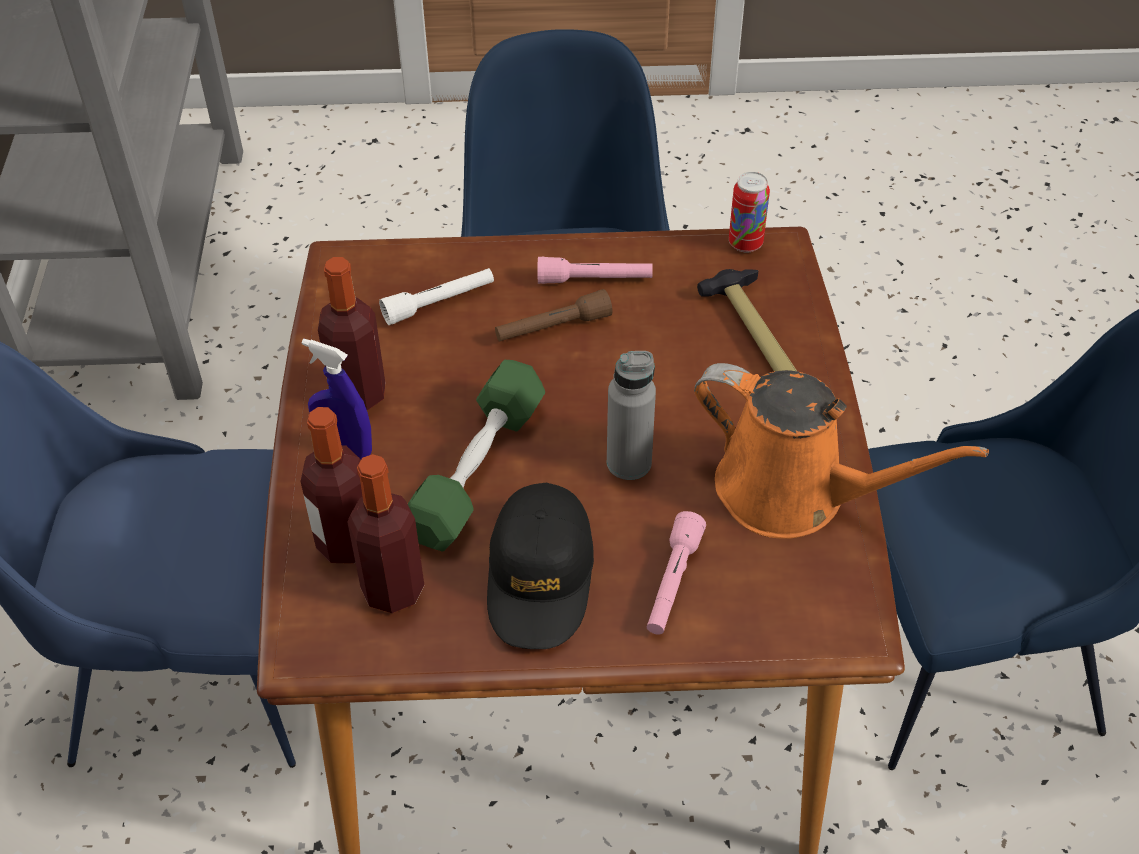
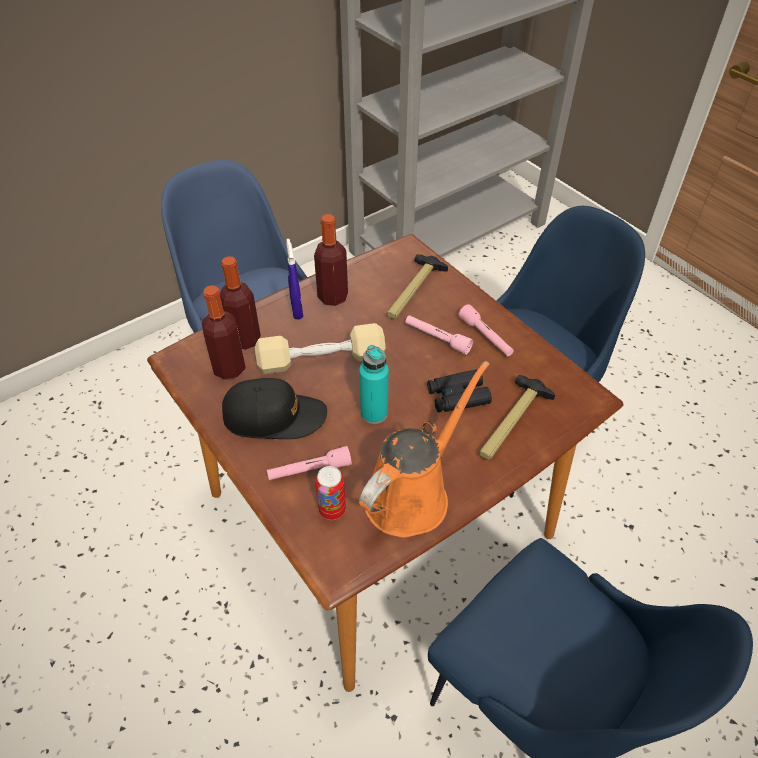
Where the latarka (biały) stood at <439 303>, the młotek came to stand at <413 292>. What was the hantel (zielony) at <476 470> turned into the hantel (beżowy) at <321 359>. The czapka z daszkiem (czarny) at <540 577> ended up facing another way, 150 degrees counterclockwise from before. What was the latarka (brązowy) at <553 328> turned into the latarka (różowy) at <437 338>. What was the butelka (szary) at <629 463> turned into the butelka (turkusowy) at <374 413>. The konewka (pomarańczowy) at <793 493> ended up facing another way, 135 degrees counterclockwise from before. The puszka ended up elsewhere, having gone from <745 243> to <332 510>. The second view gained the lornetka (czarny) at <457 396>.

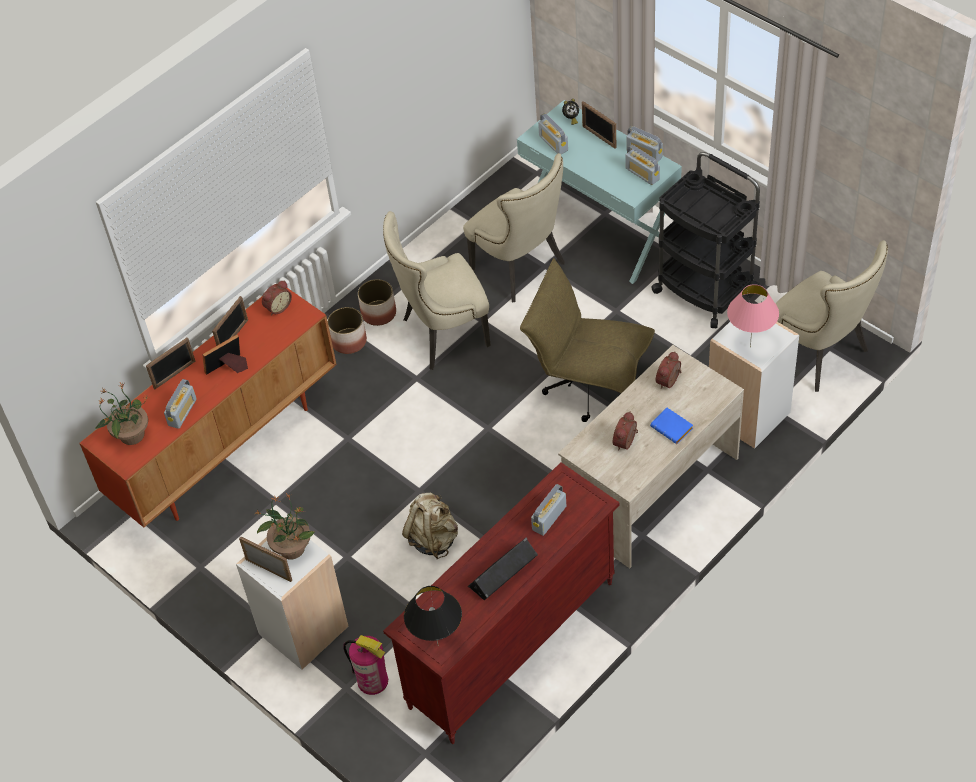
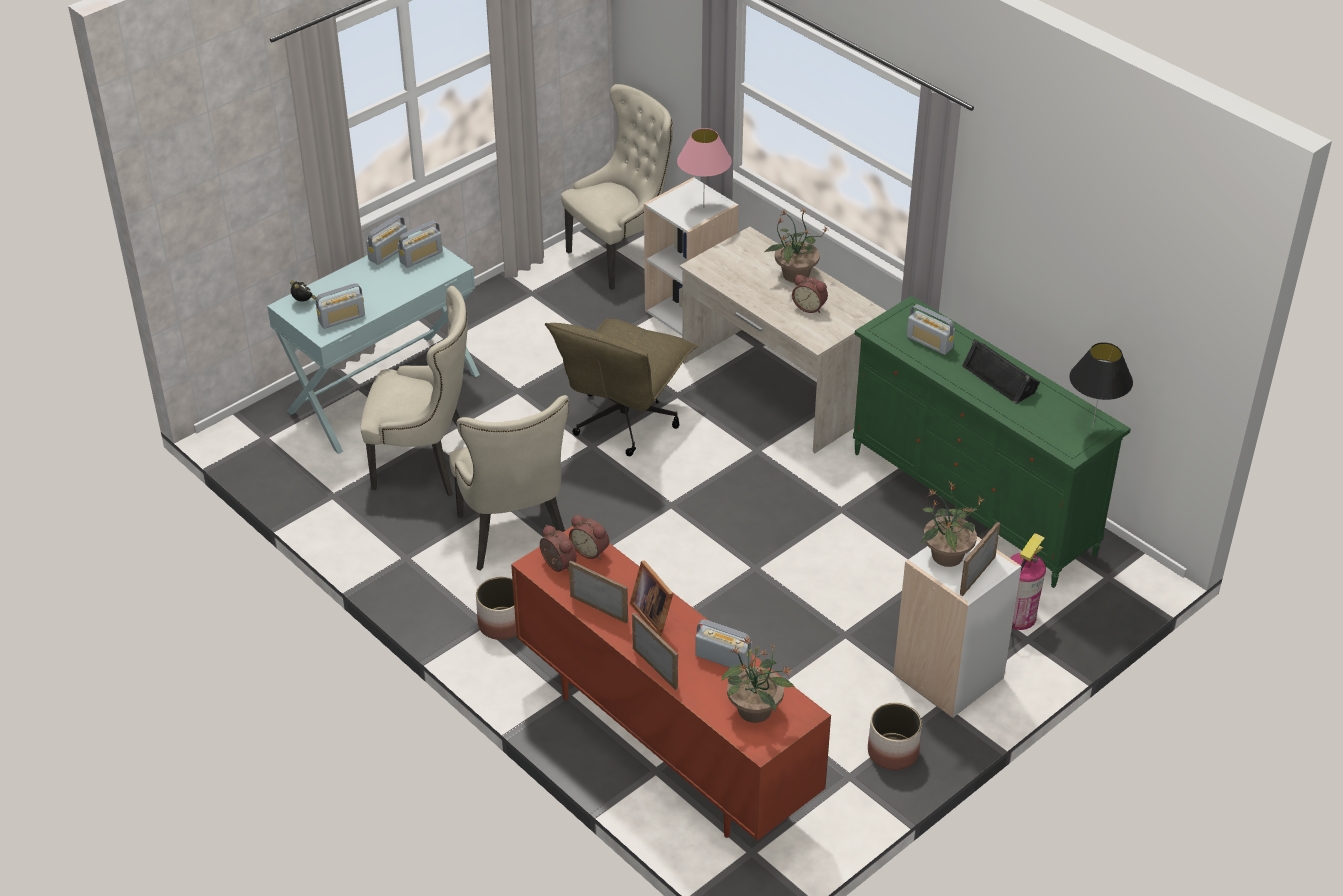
The donica ended up elsewhere, having gone from <378 313> to <892 752>. What was the komoda (czerwony) at <513 645> turned into the komoda (zielony) at <973 503>. The second view lost the plecak (beżowy) at <433 539>. The krzesło (beżowy) at <519 268> ended up facing another way, 45 degrees clockwise from before. The second view lost the ramka na zdjęcie at <599 137>. Where the książka (niebieski) stood at <673 428>, the roślina doniczkowa came to stand at <795 275>. The second view lost the wózek (czarny) at <704 290>. The budzik ended up elsewhere, having gone from <669 382> to <591 550>.

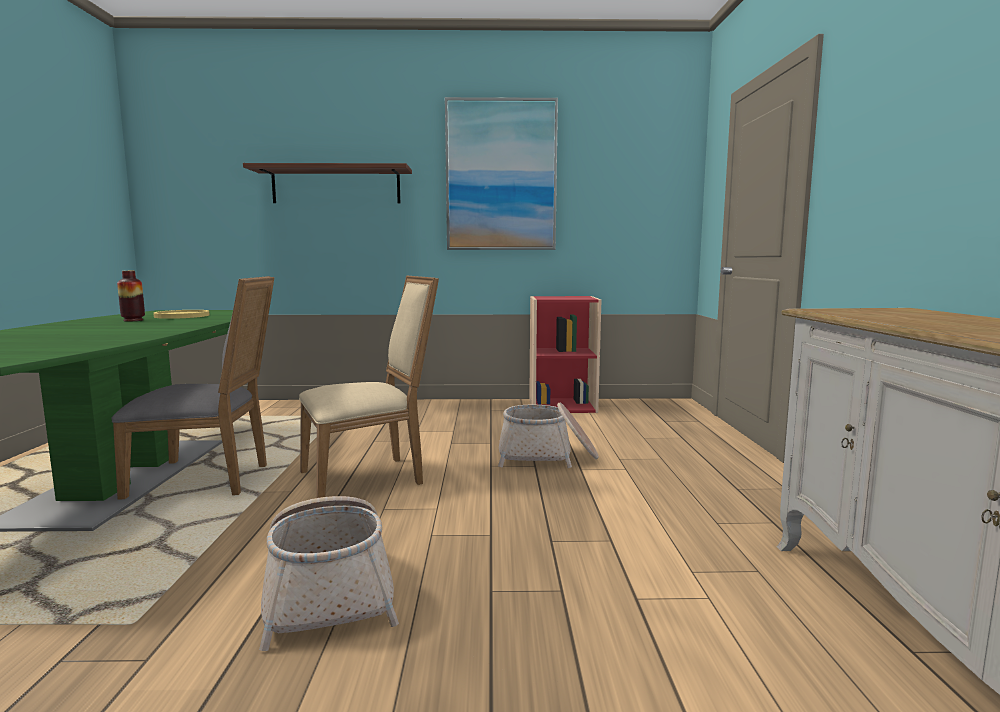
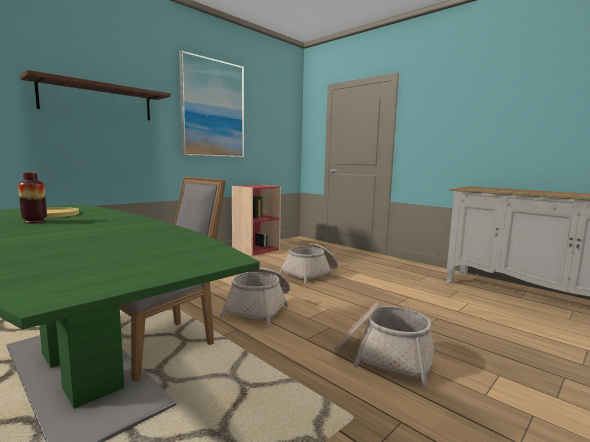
Where the krzesło (beżowy) stood at <368 477>, the koszyk came to stand at <259 308>.

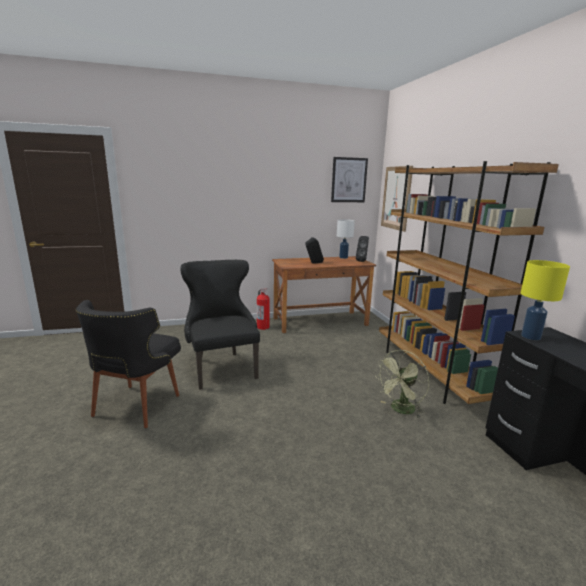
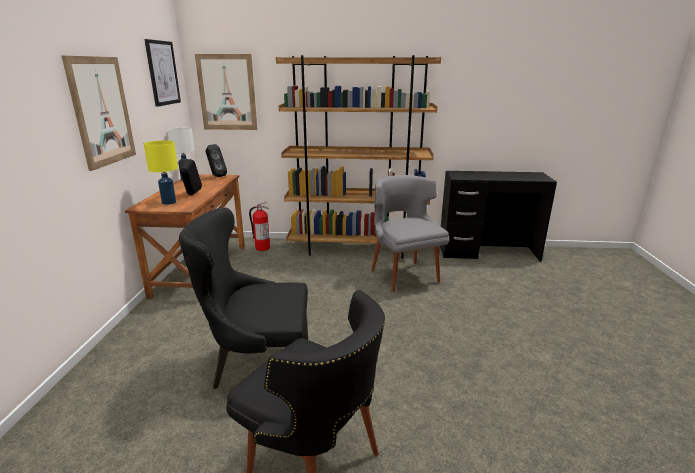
The gaśnica ended up elsewhere, having gone from <263 327> to <262 248>. Where the wentylator (zielony) stood at <400 410>, the krzesło (szary) came to stand at <404 277>. The lampa stołowa (żółty) ended up elsewhere, having gone from <530 336> to <168 202>. The second view gained the obraz at <102 111>.

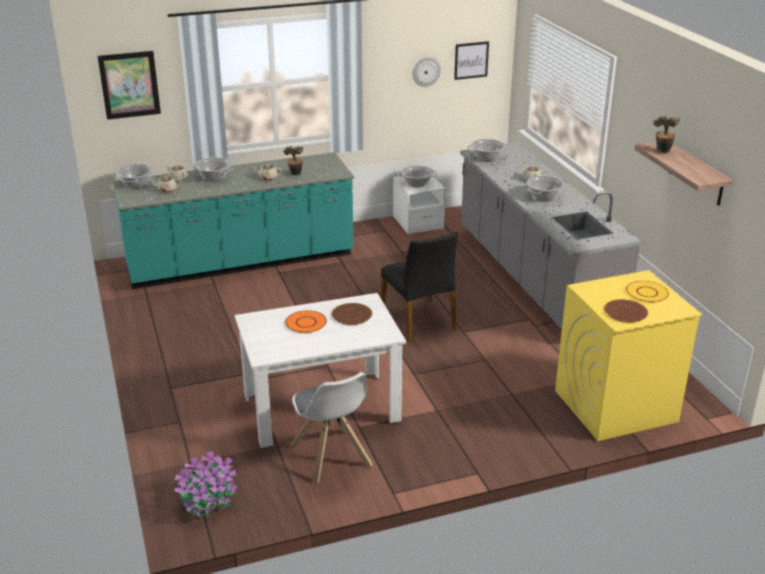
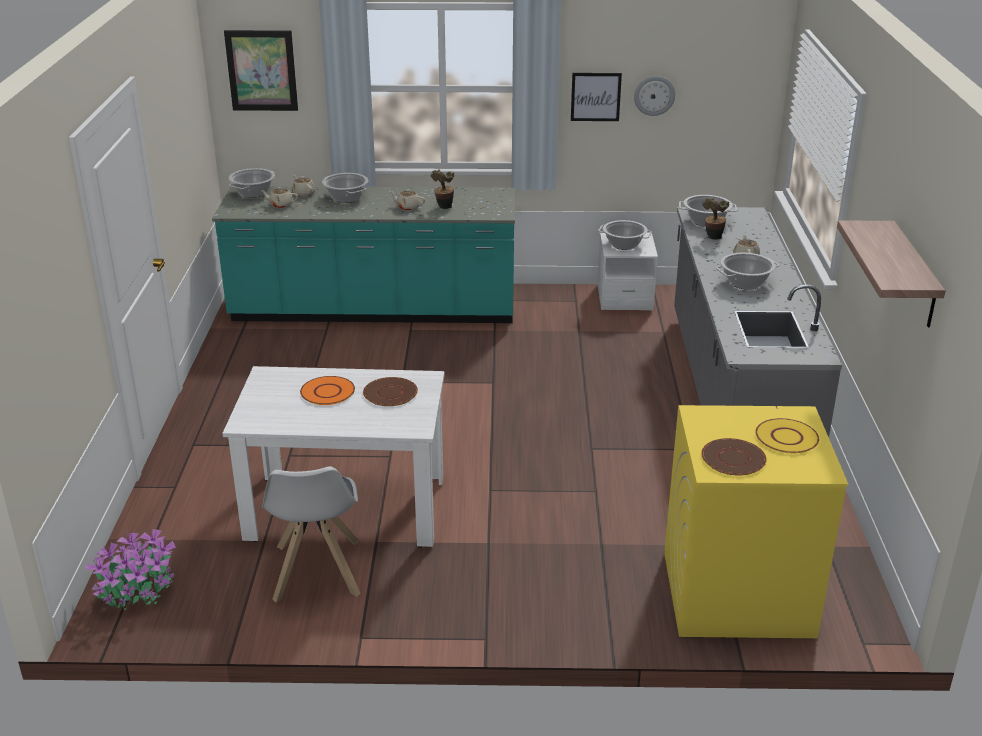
The second view lost the krzesło (czarny) at <419 320>. The obraz ended up elsewhere, having gone from <471 60> to <595 96>. The roślina doniczkowa ended up elsewhere, having gone from <662 151> to <713 238>.

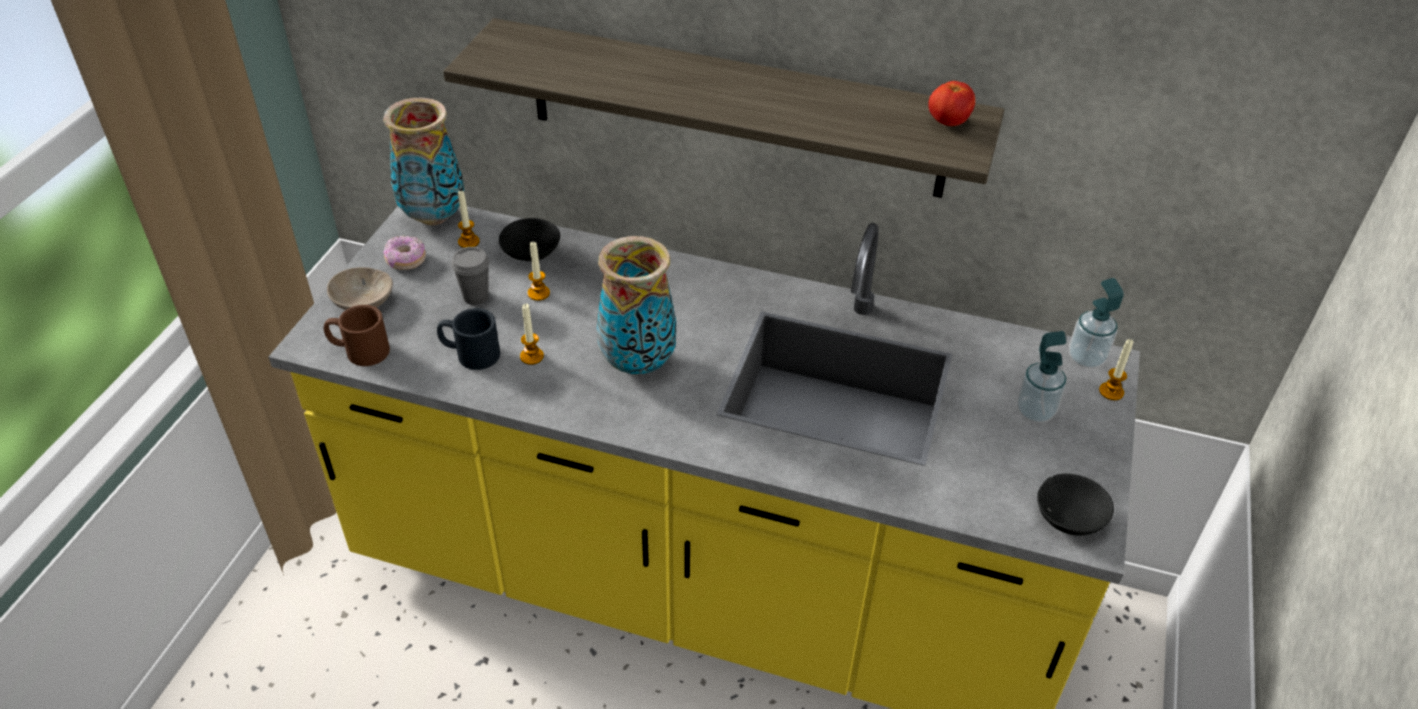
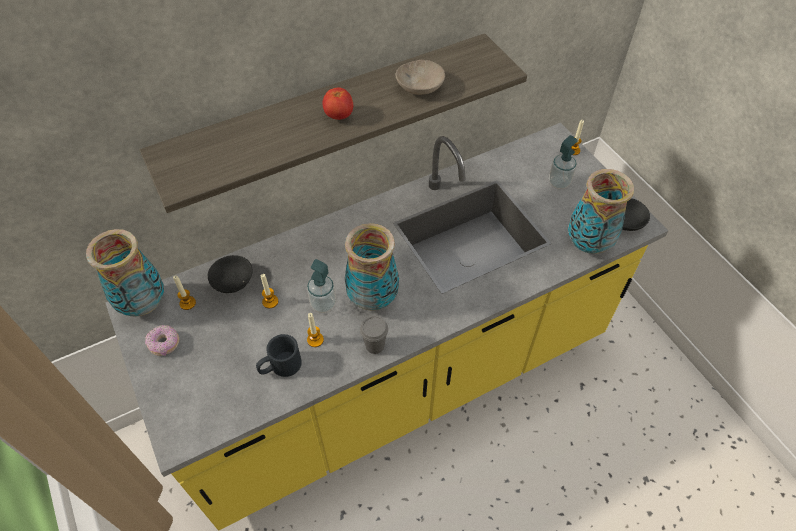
The second view lost the kubek (brązowy) at <359 350>. The miska (beżowy) ended up elsewhere, having gone from <361 302> to <420 88>. The filiżanka (szary) ended up elsewhere, having gone from <475 296> to <375 345>. The pomidor ended up elsewhere, having gone from <948 122> to <339 116>. The dozownik mydła ended up elsewhere, having gone from <1086 358> to <323 304>. The second view gained the wazon at <589 244>.

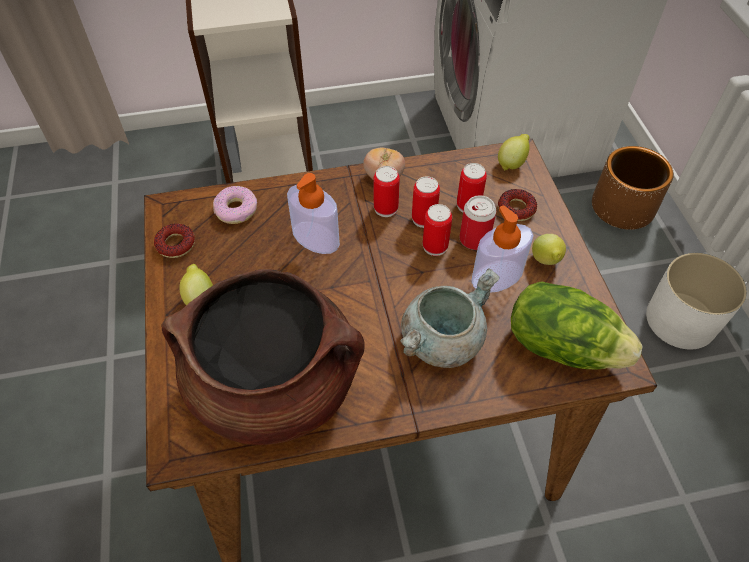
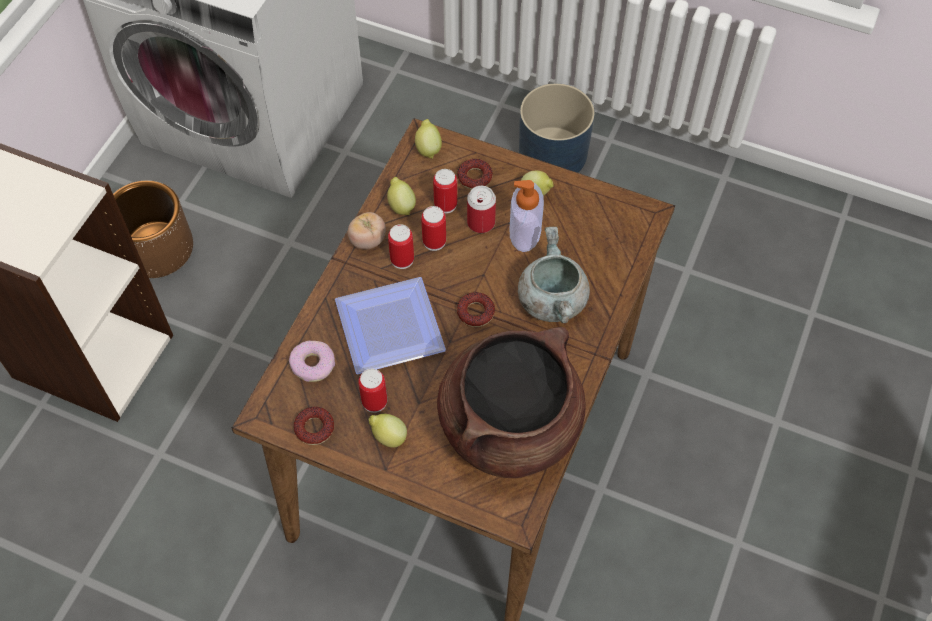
Where the dozownik mydła stood at <315 238>, the talerz came to stand at <392 324>. The puszka ended up elsewhere, having gone from <435 246> to <374 401>. The second view lost the sałata at <562 345>. The donica (brązowy) ended up elsewhere, having gone from <622 207> to <156 249>. What was the donica (biały) at <681 321> turned into the donica (niebieski) at <553 154>. The second view gained the cytryna at <401 205>. The second view gained the donut at <475 312>.

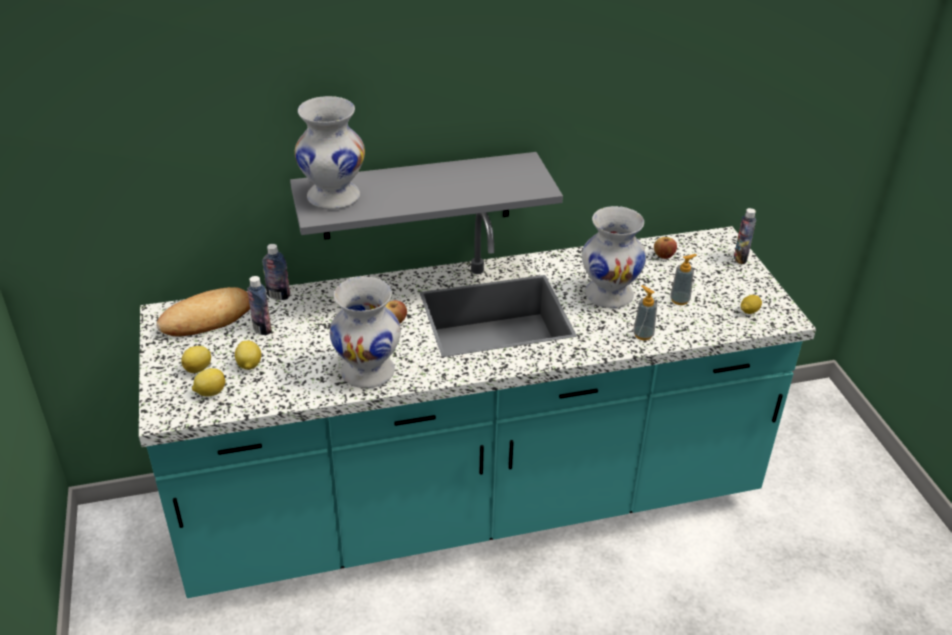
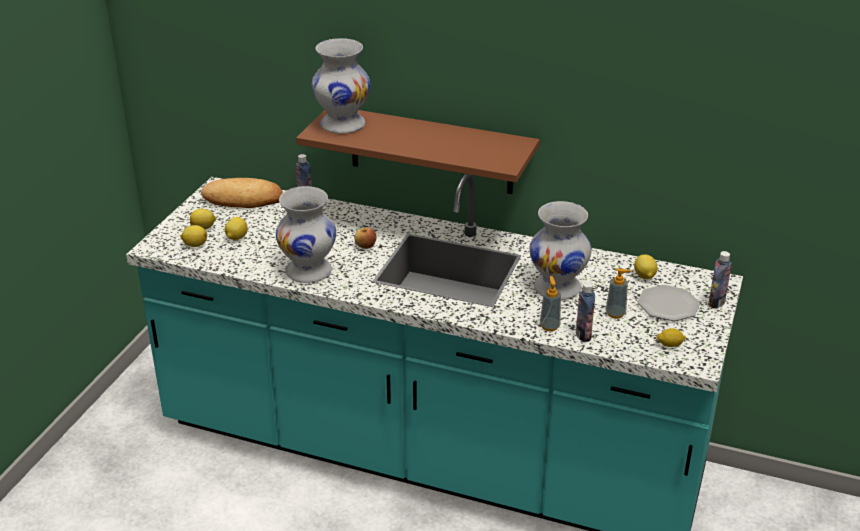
The butelka ended up elsewhere, having gone from <262 329> to <583 335>. What was the półka (szary) at <417 196> turned into the półka (brązowy) at <431 150>. Where the jabłko stood at <663 256>, the cytryna came to stand at <644 276>. The second view gained the talerz at <668 305>.

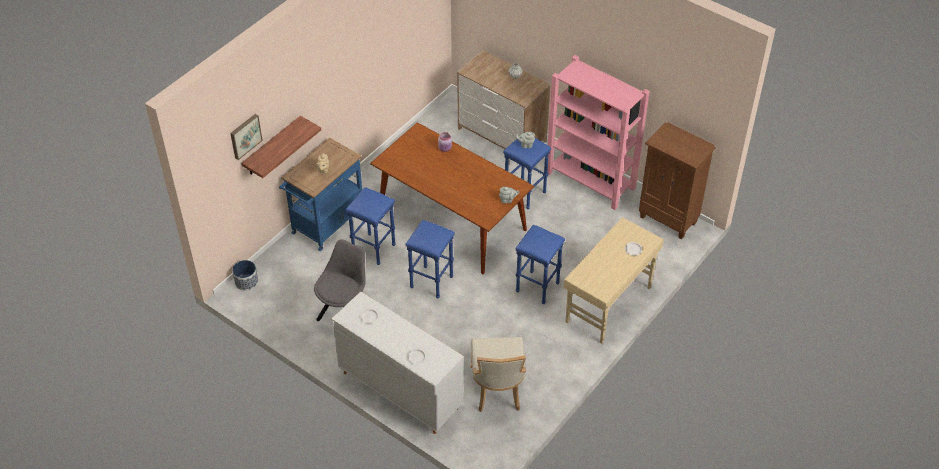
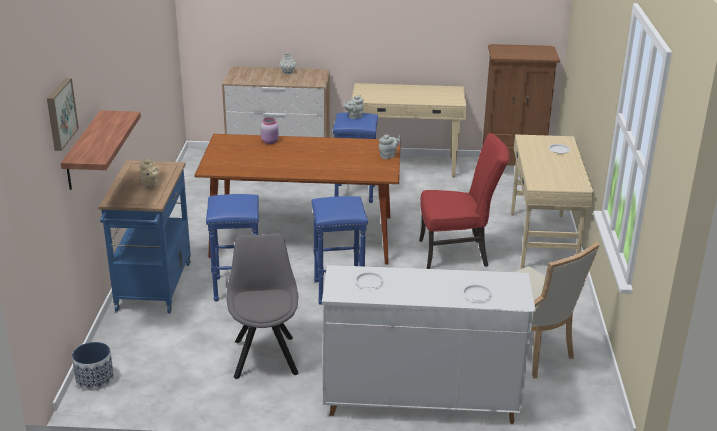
Where the stołek (niebieski) stood at <537 288>, the krzesło (czerwony) came to stand at <458 254>. Where the regał (różowy) stood at <590 180>, the stolik konsolowy (beżowy) came to stand at <406 166>.

